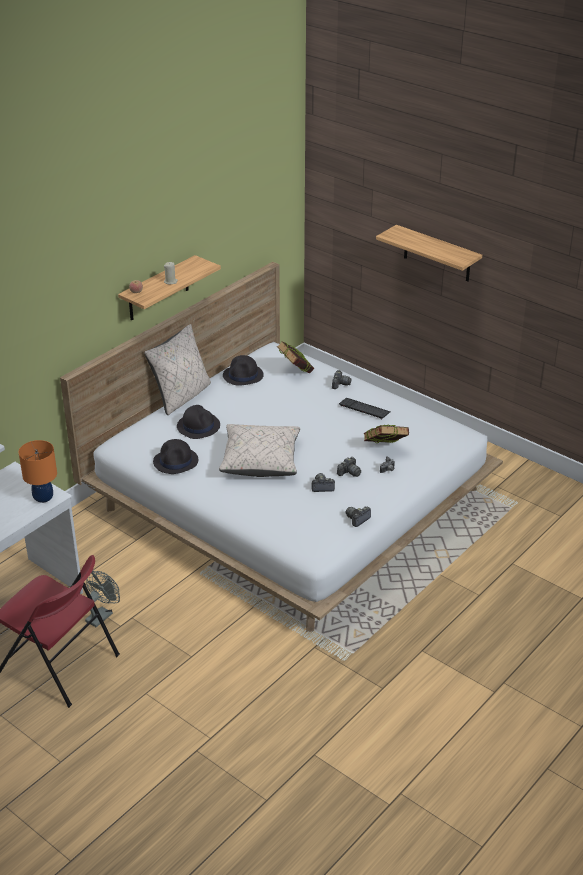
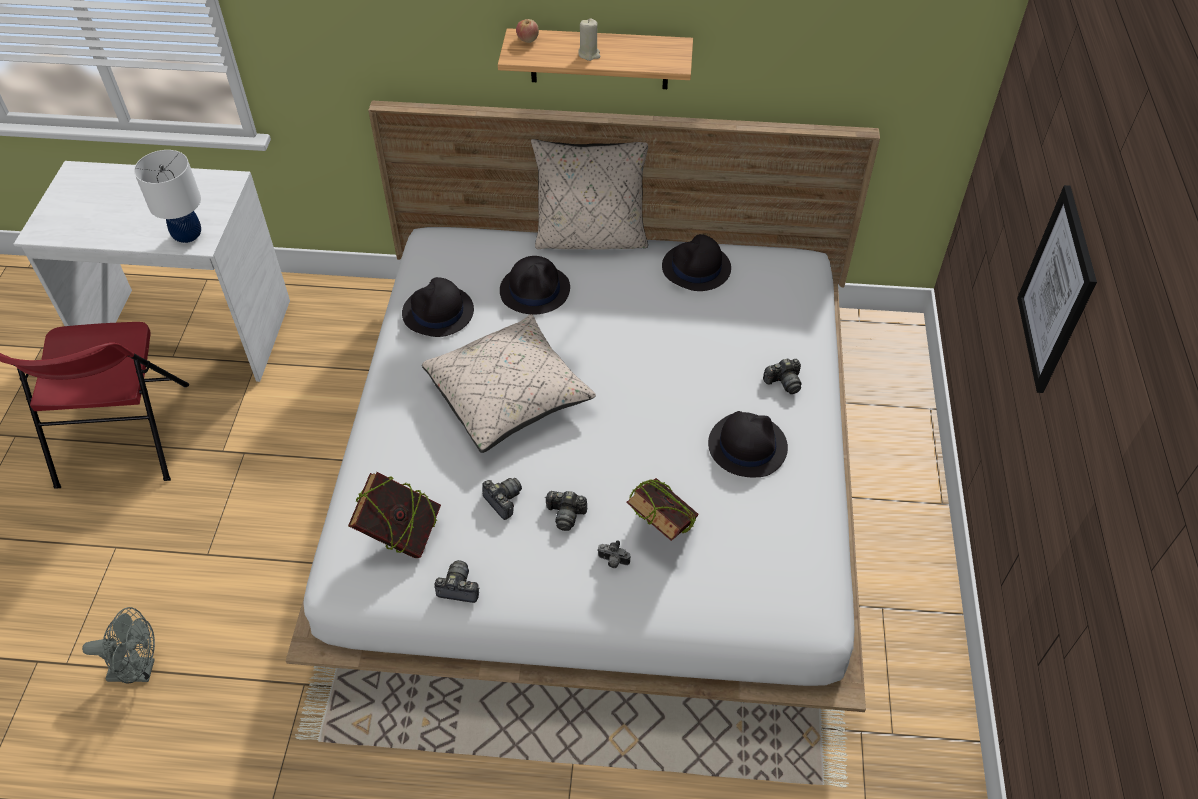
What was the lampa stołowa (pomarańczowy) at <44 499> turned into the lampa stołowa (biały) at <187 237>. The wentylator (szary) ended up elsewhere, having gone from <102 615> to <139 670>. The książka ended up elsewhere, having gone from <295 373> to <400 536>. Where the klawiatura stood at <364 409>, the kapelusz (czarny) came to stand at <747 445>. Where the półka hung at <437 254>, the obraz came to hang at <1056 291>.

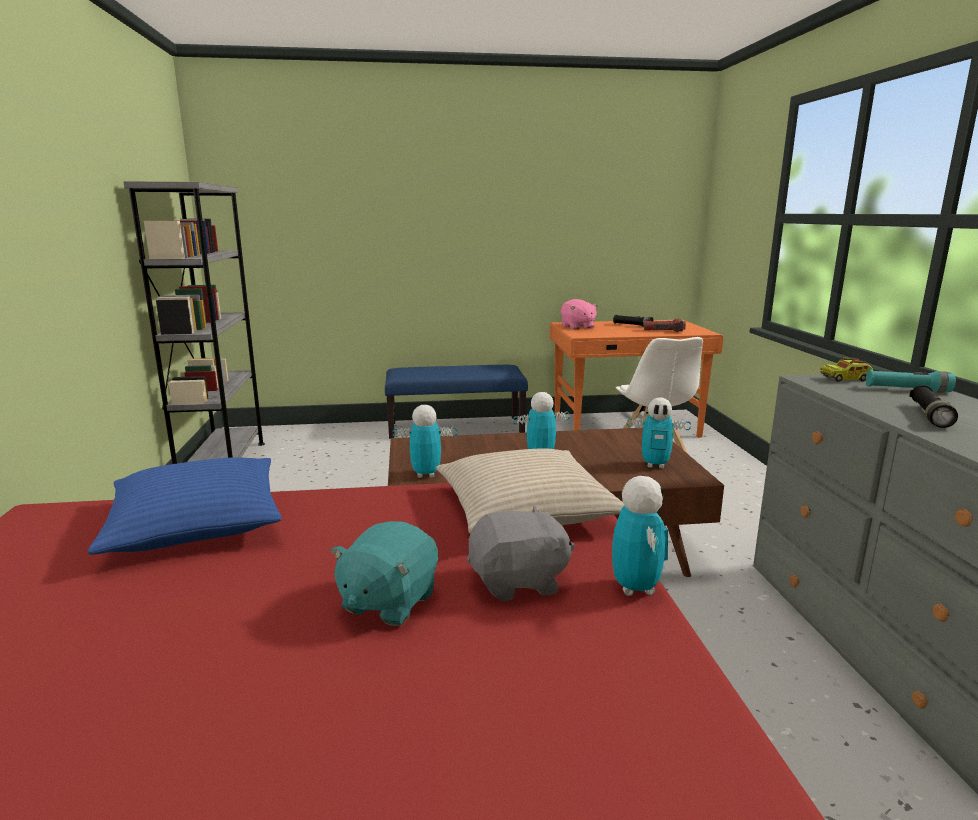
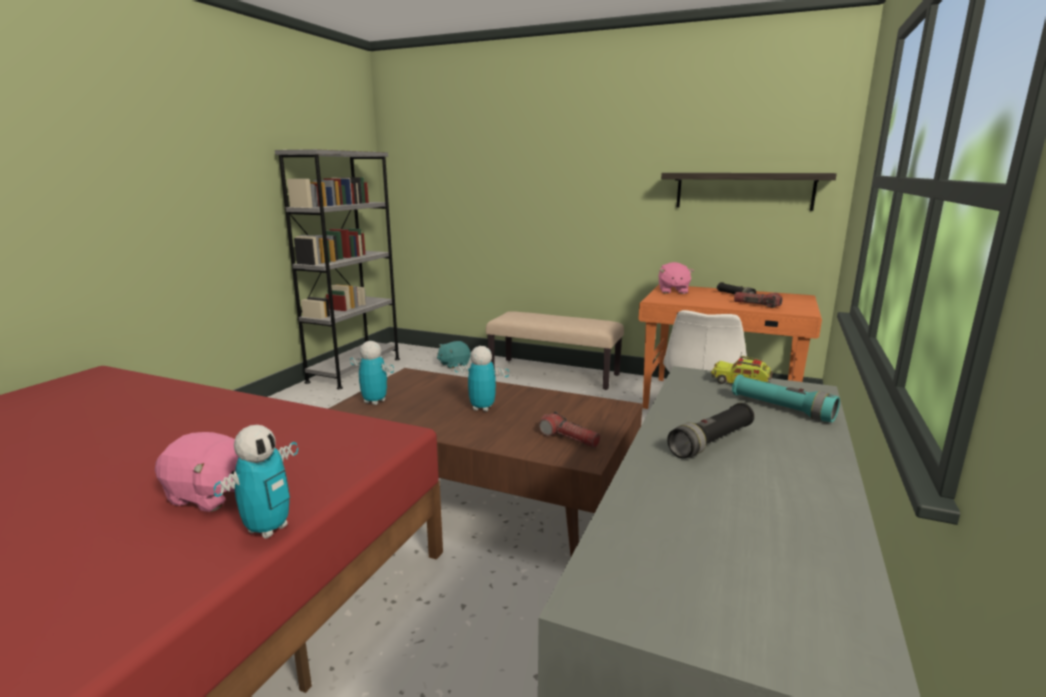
The second view lost the poduszka (niebieski) at <196 522>. The pluszak (turkusowy) ended up elsewhere, having gone from <388 601> to <454 364>. What was the ławka (niebieski) at <456 428> turned into the ławka (beżowy) at <554 373>. The second view lost the poduszka (beżowy) at <525 509>. What was the pluszak (szary) at <518 582> turned into the pluszak (różowy) at <211 495>. Where the robot zabawkowy stood at <655 465>, the latarka came to stand at <569 439>. The second view gained the półka at <744 191>.

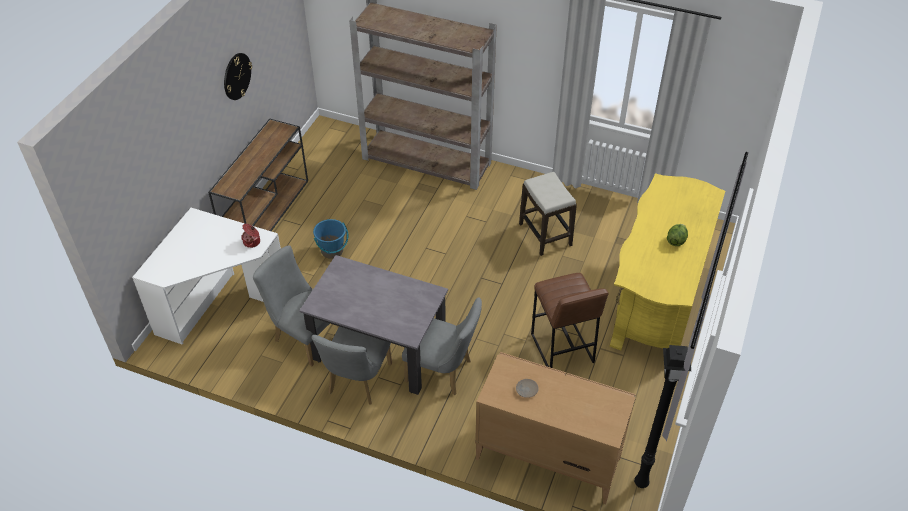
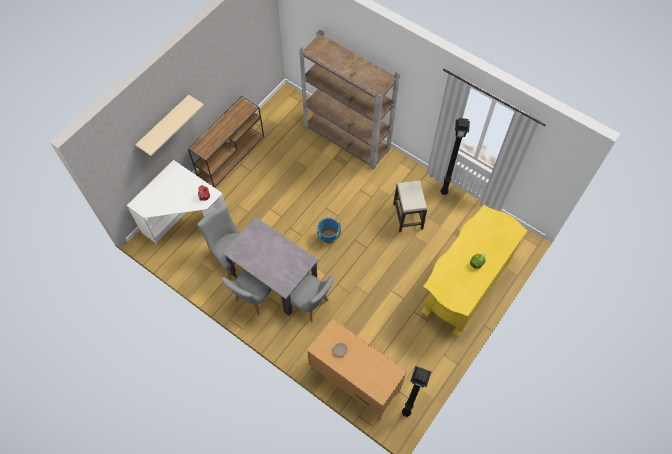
The second view lost the zegar ścienny at <236 76>. The wiadro (niebieski) ended up elsewhere, having gone from <332 251> to <328 237>. The second view lost the stołek (brązowy) at <562 349>. The second view gained the półka (beżowy) at <164 124>. The second view gained the lampa stojąca (czarny) at <444 192>.

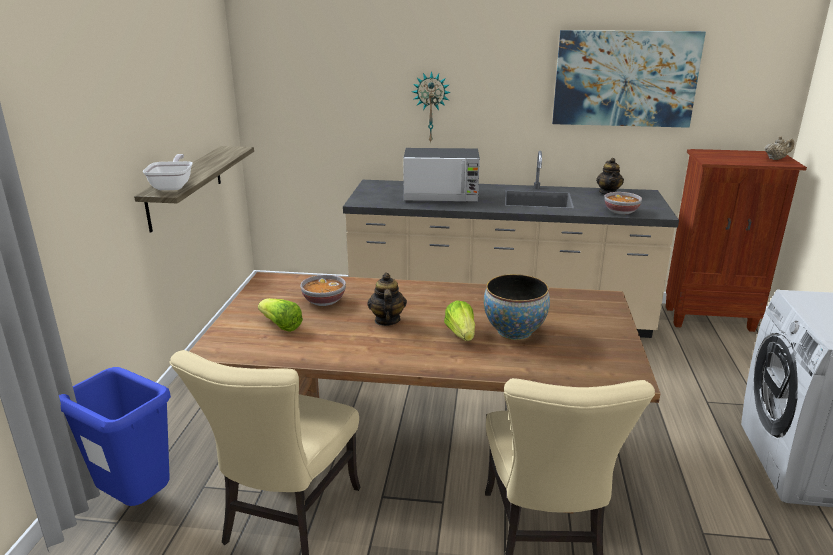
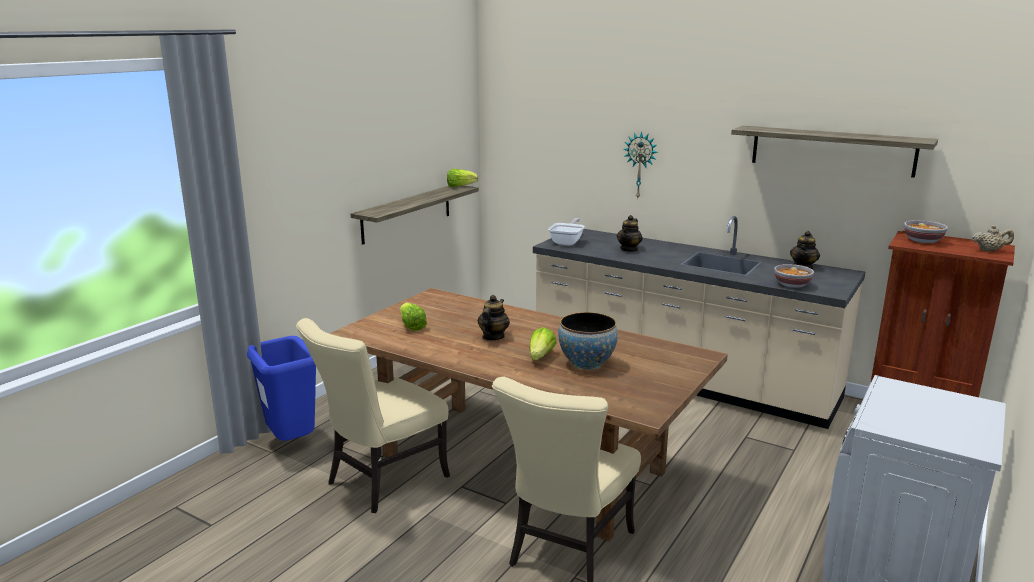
The patelnia ended up elsewhere, having gone from <173 186> to <567 242>. The miska ended up elsewhere, having gone from <323 301> to <922 241>. Where the mikrofalówka stood at <441 196>, the imbryk came to stand at <629 249>. Where the obraz hung at <625 79>, the półka came to hang at <832 150>. The second view gained the sałata at <460 186>.

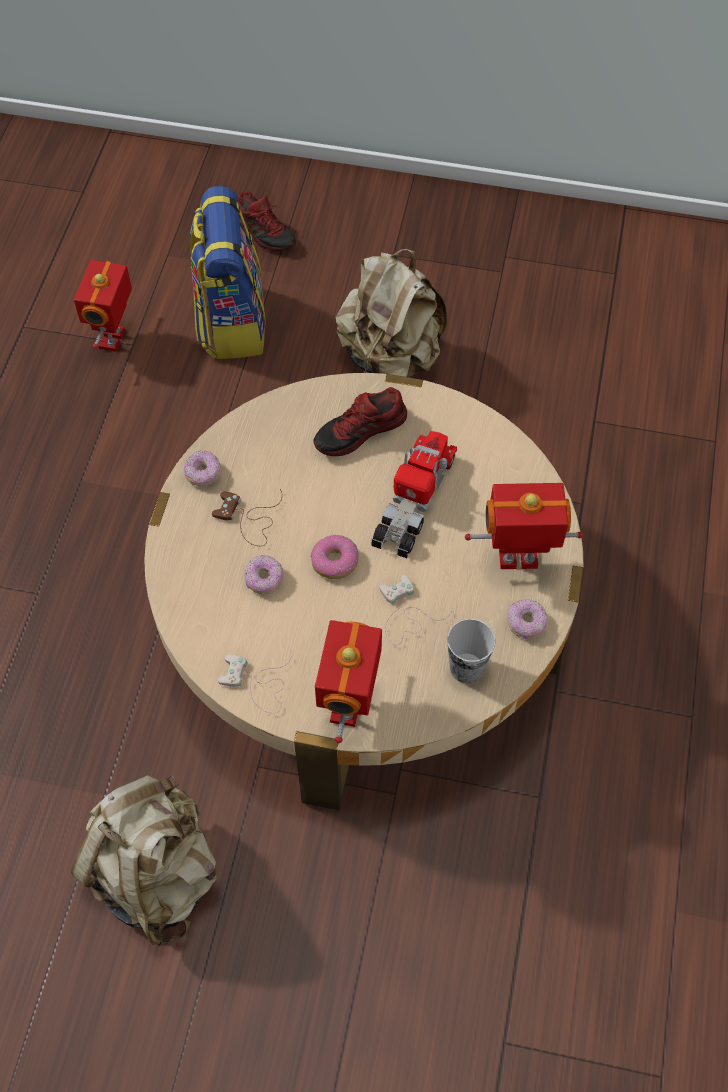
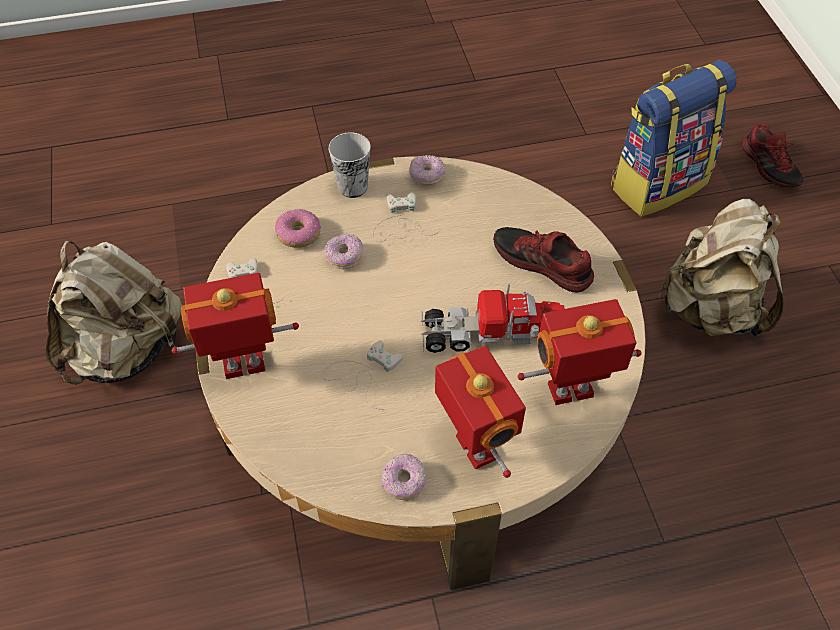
The robot zabawkowy ended up elsewhere, having gone from <114 339> to <571 393>. What was the pad do gier (brązowy) at <249 519> turned into the pad do gier (biały) at <399 223>. The but at <265 231> ended up facing another way, 45 degrees counterclockwise from before. The donut ended up elsewhere, having gone from <335 561> to <299 234>. The filiżanka ended up elsewhere, having gone from <466 668> to <352 187>.

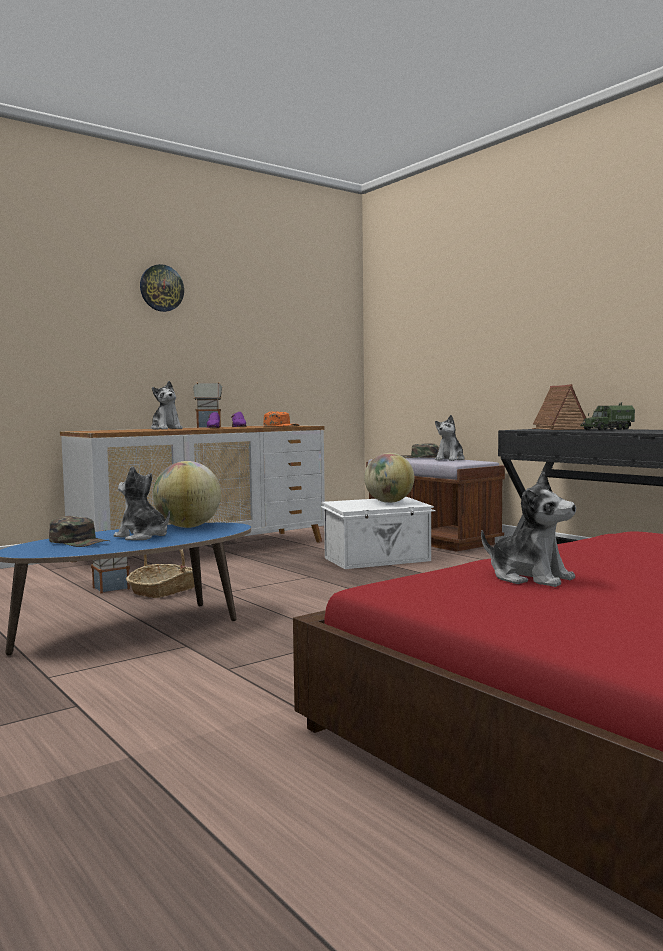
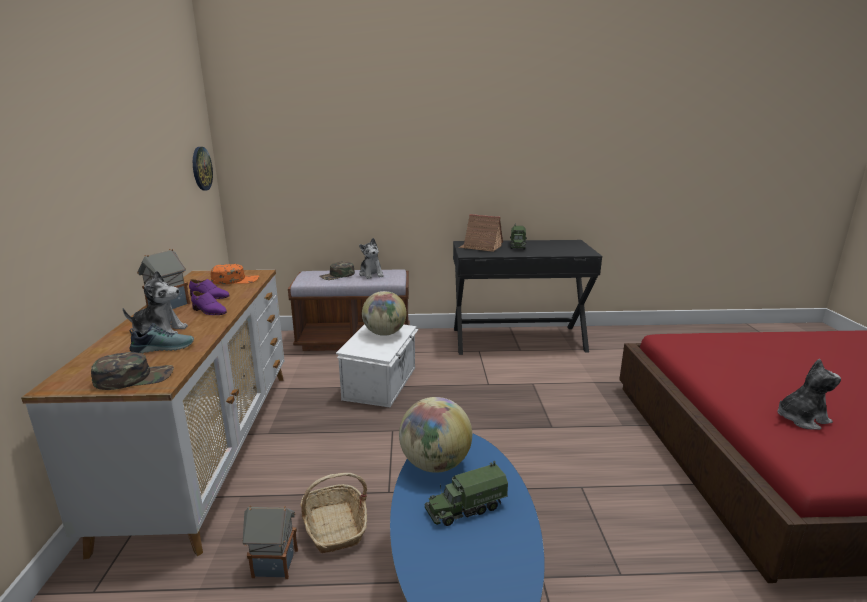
The czapka z daszkiem (zielony) ended up elsewhere, having gone from <79 541> to <135 377>. Where the pluszak stood at <142 537>, the ciężarówka zabawkowa came to stand at <465 508>. The zegar ścienny ended up elsewhere, having gone from <161 288> to <201 168>. The second view gained the but at <163 347>.

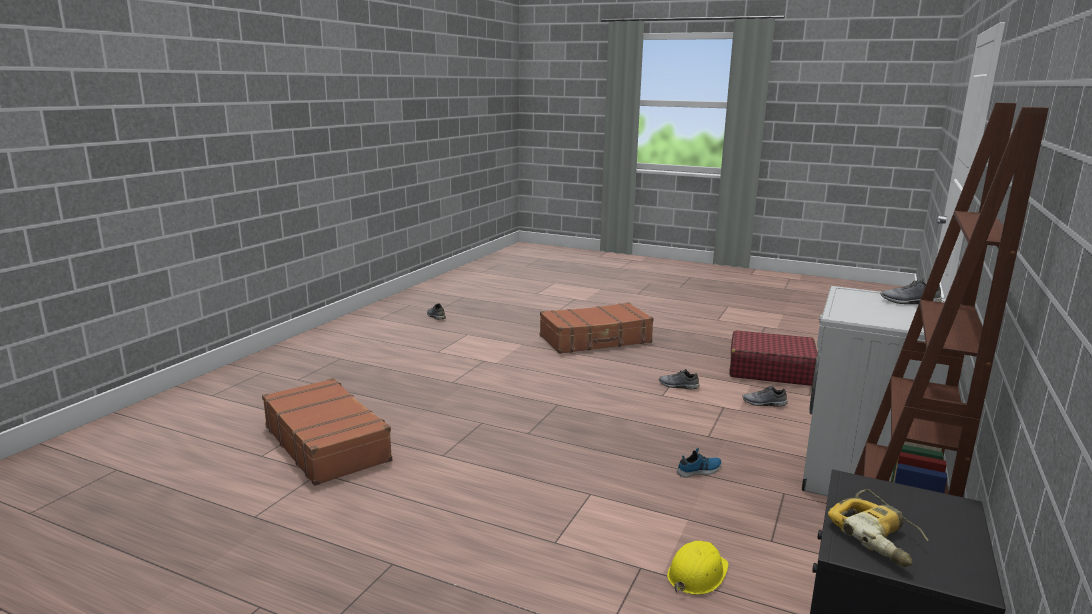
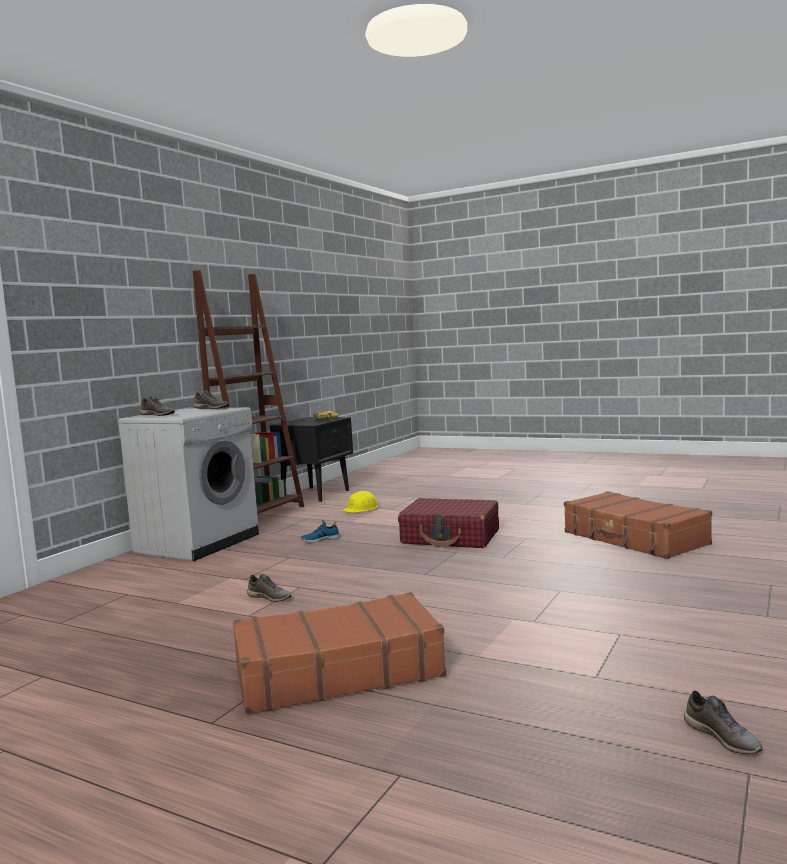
The walizka (czerwony) ended up elsewhere, having gone from <770 370> to <450 537>. The but (szary) ended up elsewhere, having gone from <764 403> to <212 408>.

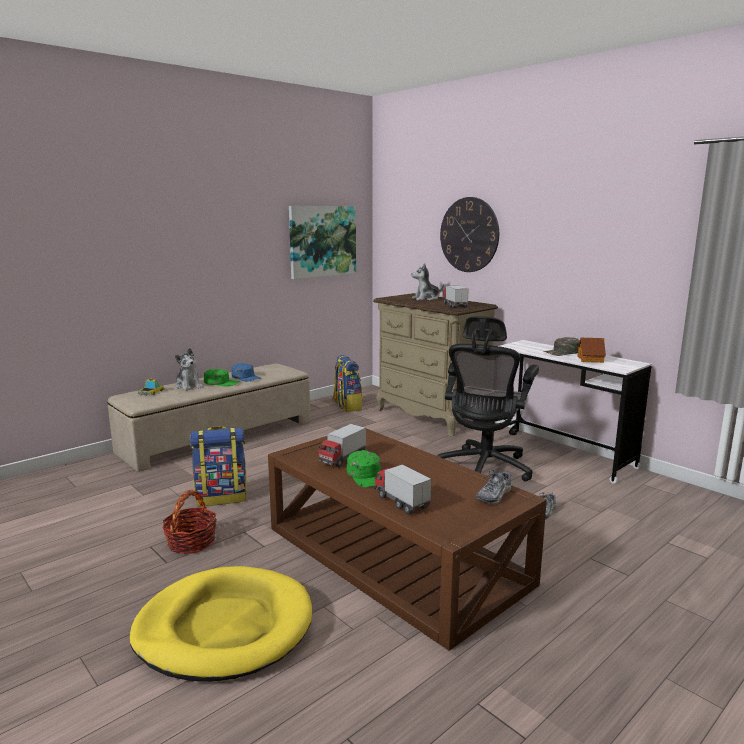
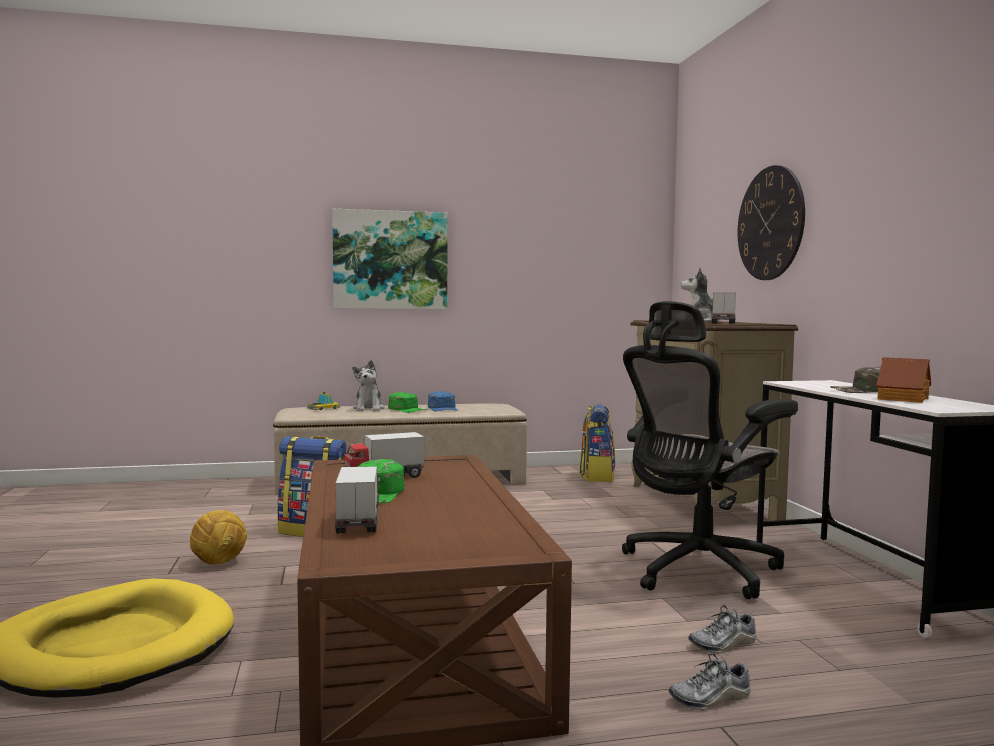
Where the koszyk stood at <191 542>, the piłka futbolowa came to stand at <220 562>. The obraz ended up elsewhere, having gone from <322 241> to <390 260>. The but ended up elsewhere, having gone from <494 495> to <710 698>.

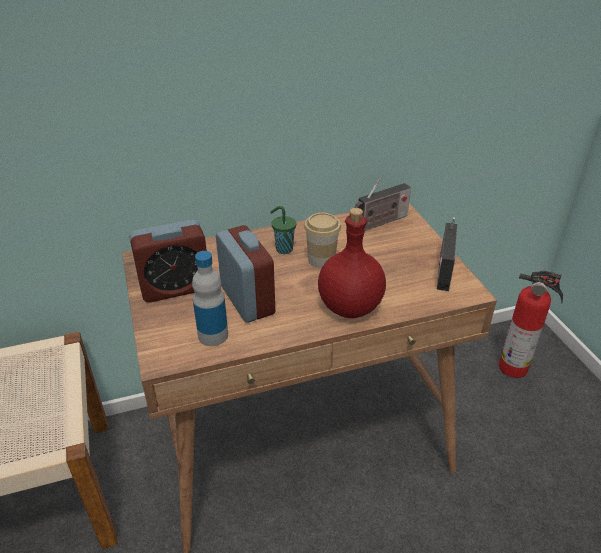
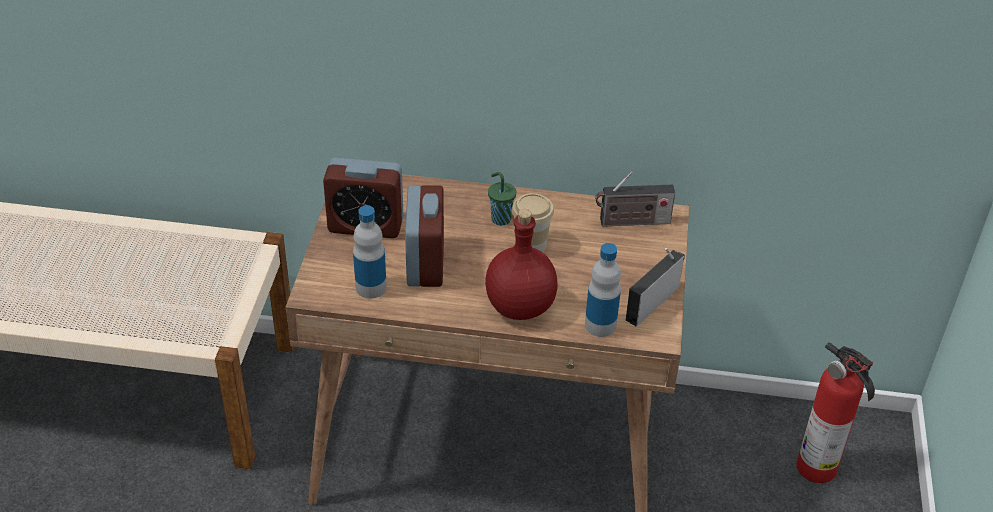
The second view gained the butelka at <600 325>.

